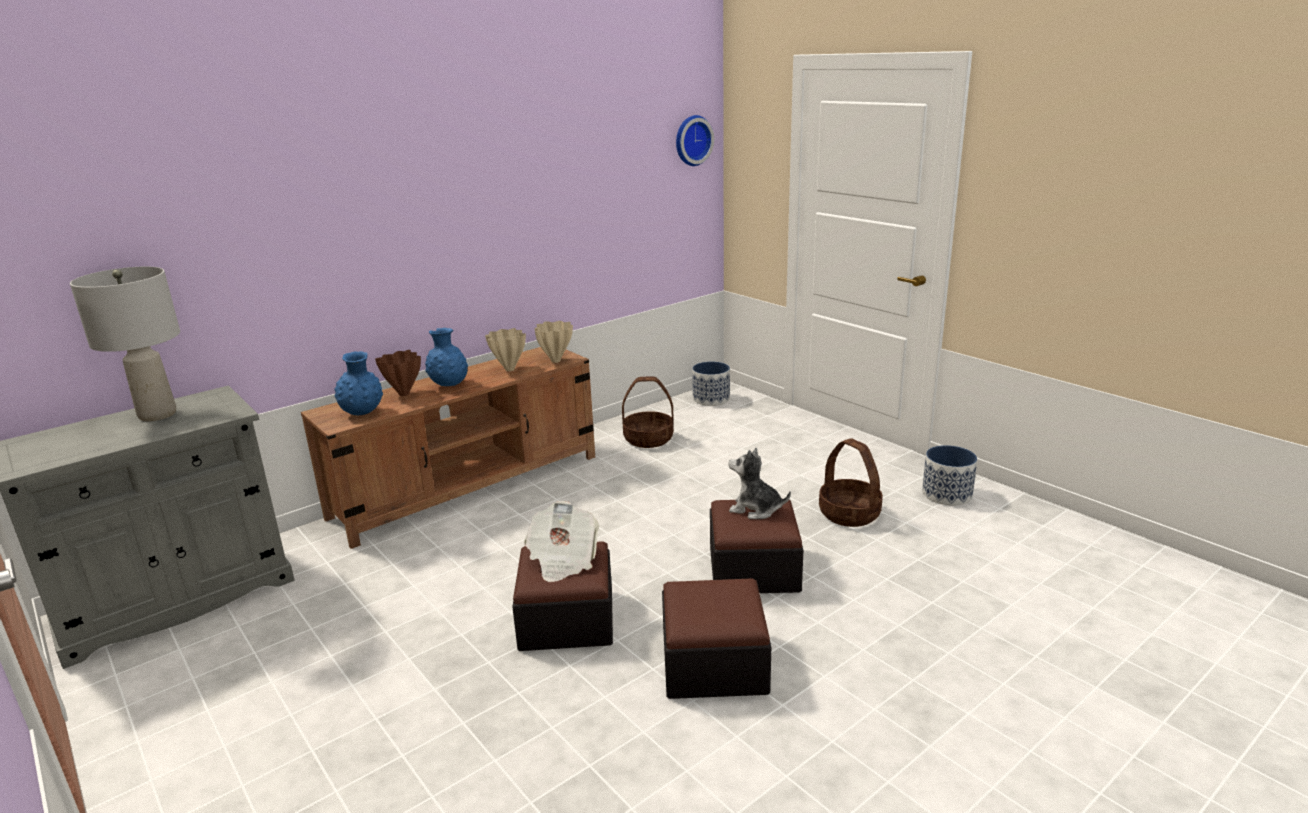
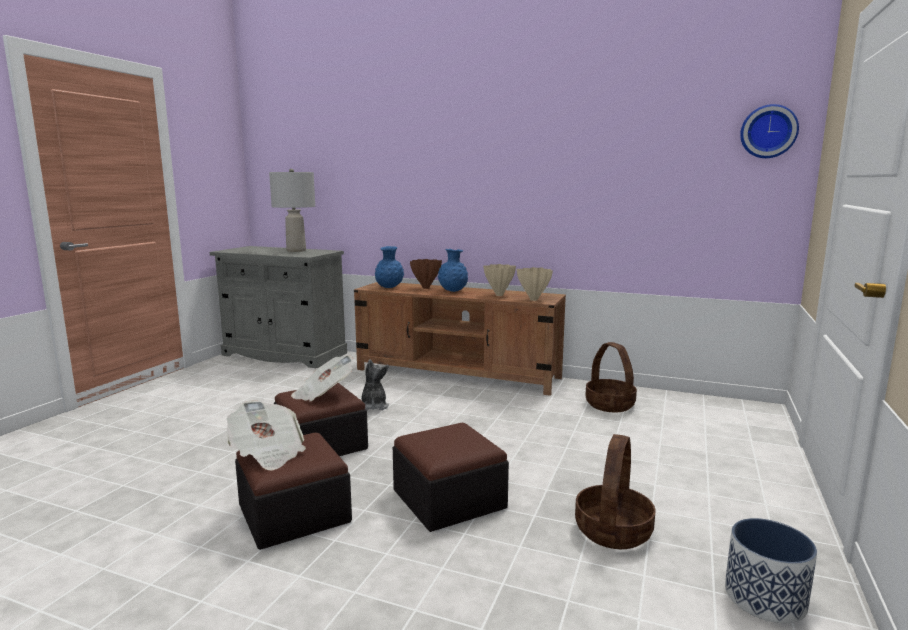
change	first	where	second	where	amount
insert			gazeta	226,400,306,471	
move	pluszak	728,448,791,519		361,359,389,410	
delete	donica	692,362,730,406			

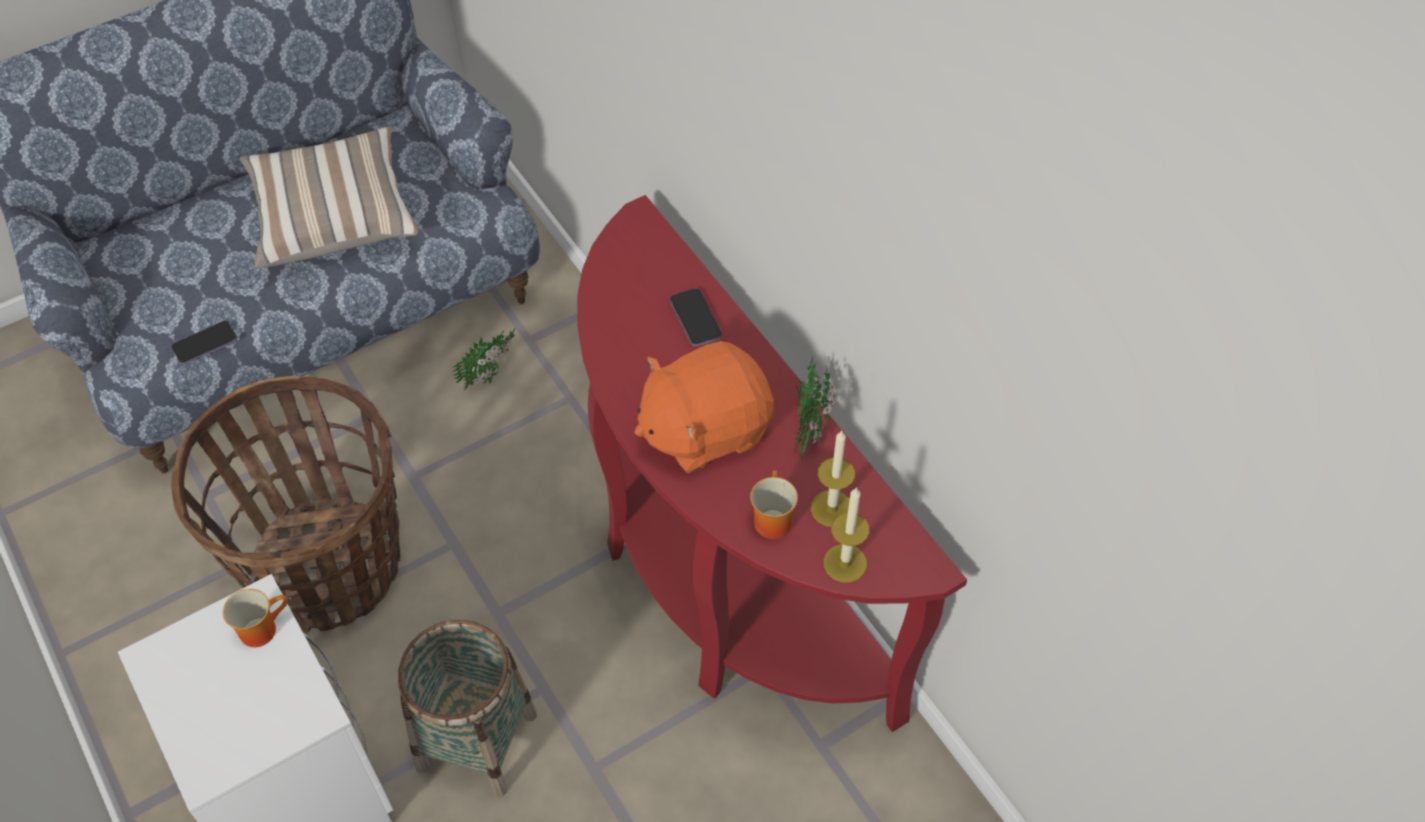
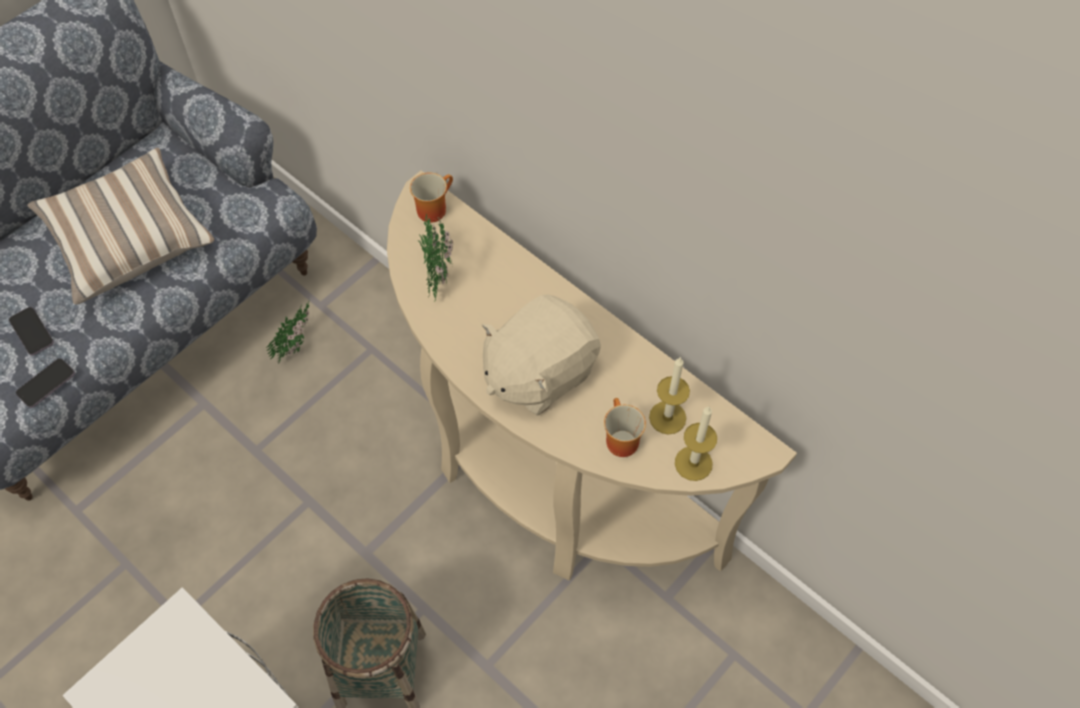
change	first	where	second	where	amount
move	telefon	670,288,722,347		9,307,54,356	
recolor	stolik konsolowy [czerwony]	577,195,967,732	stolik konsolowy [beżowy]	387,170,797,581	
move	kubek	223,589,288,647		410,173,453,223	
move	roślina doniczkowa	793,356,837,462		417,214,453,301	
recolor	pluszak [pomarańczowy]	635,341,774,473	pluszak [beżowy]	482,295,601,416	
delete	koszyk	171,376,400,634			

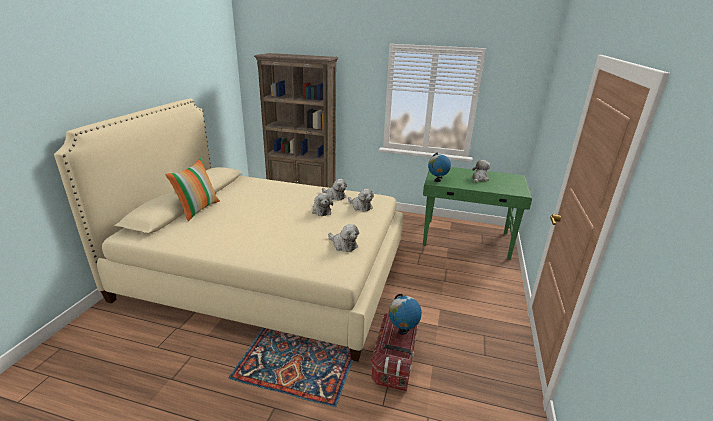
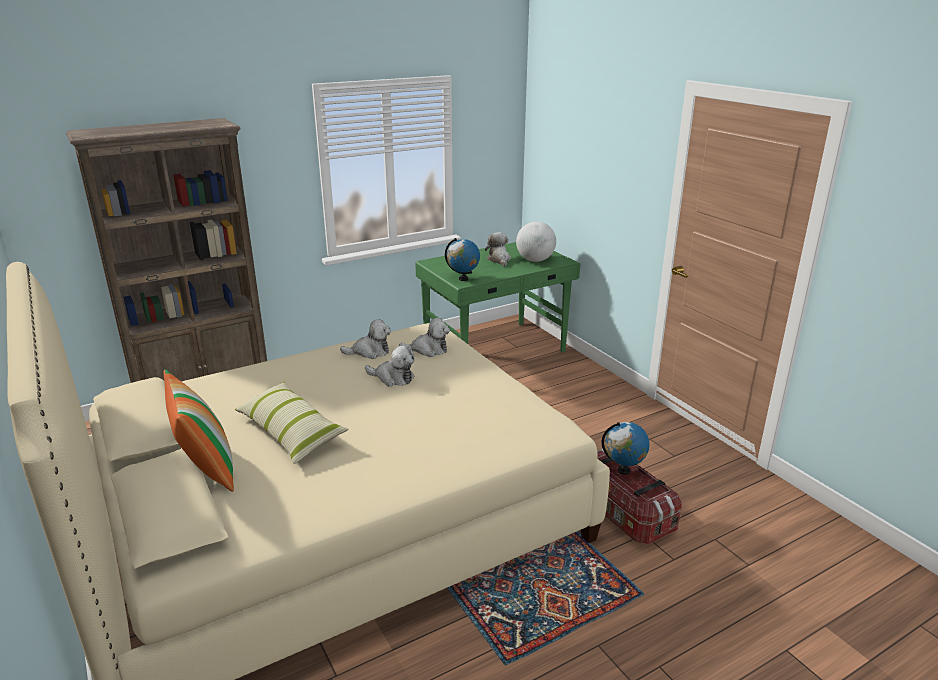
change	first	where	second	where	amount
insert			poduszka	235,381,349,464	
insert			globus	516,221,556,262	
delete	pluszak	328,224,359,252			

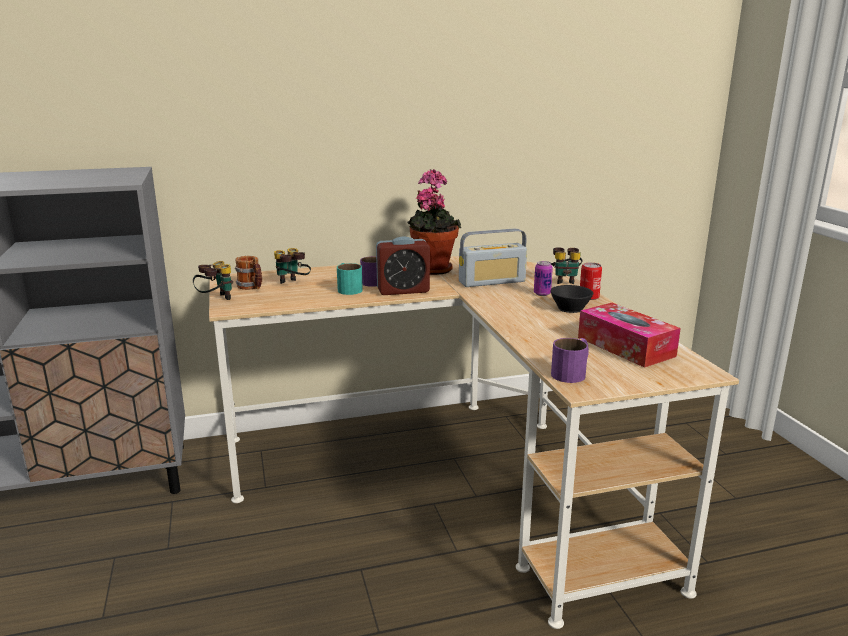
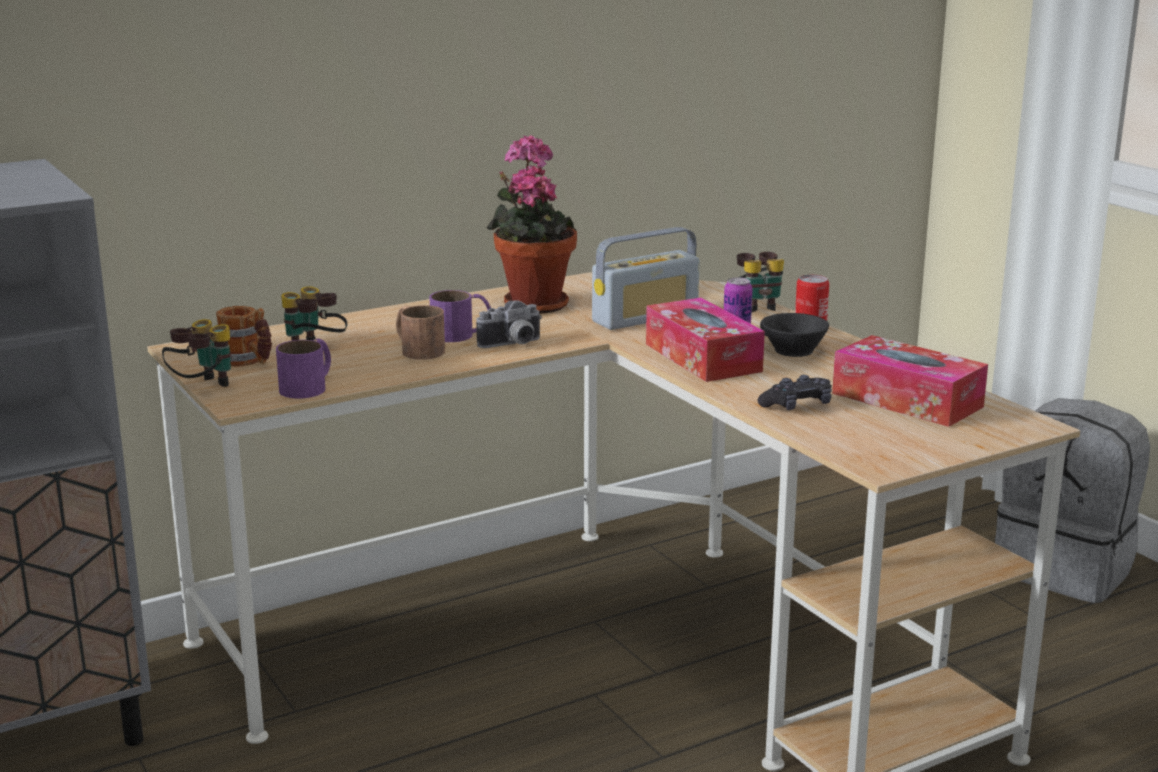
change	first	where	second	where	amount
move	kubek [fioletowy]	551,338,589,383		276,339,331,399	
recolor	kubek [turkusowy]	337,263,363,295	kubek [brązowy]	396,305,445,360	
replace	budzik	376,236,430,295	aparat fotograficzny	476,301,542,348	
insert			pudełko chusteczek	646,298,765,382	
insert			pad do gier [czarny]	758,375,832,410	
insert			plecak [szary]	995,398,1150,603	

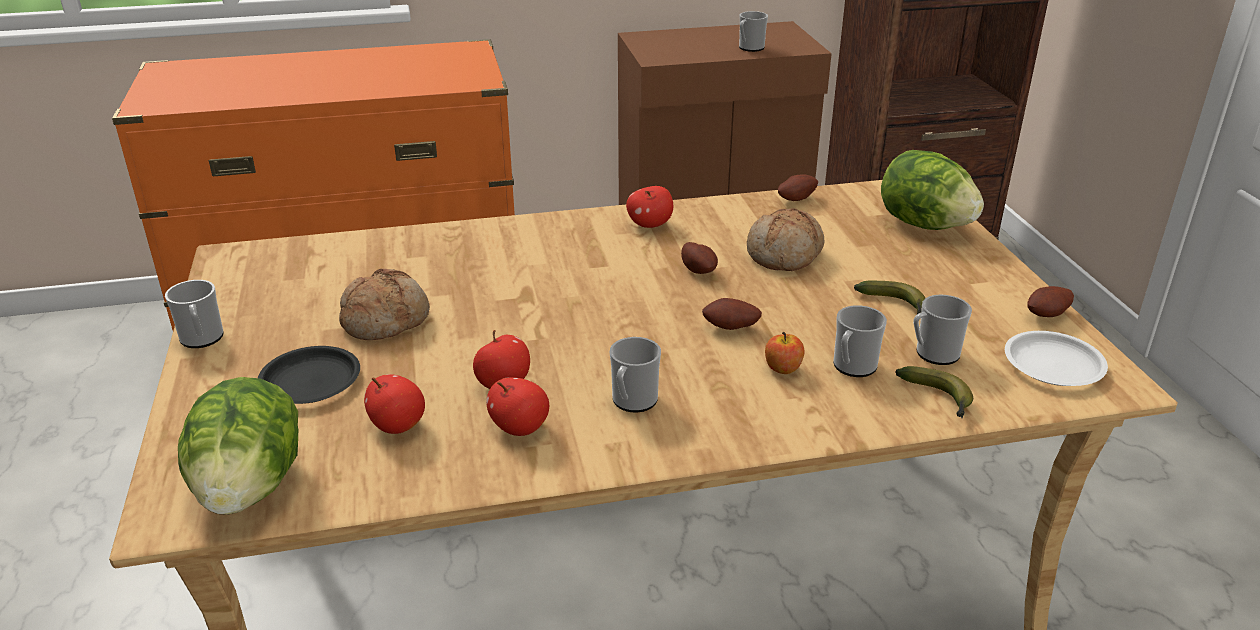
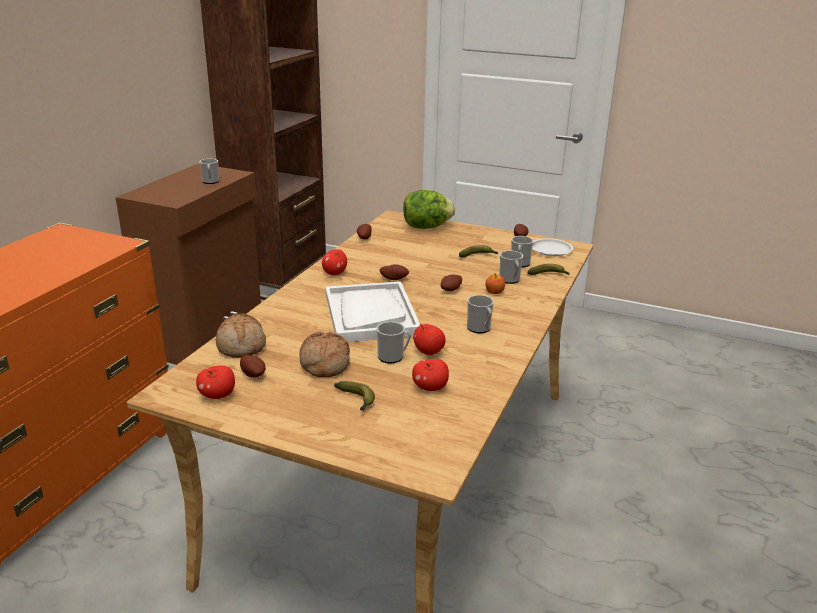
change	first	where	second	where	amount
move	jabłko	486,377,549,436		196,365,235,399	
move	chleb	747,208,824,271		216,313,266,358	
insert			ziemniak	240,355,266,377	
insert			taca [biały]	326,281,420,342	
replace	talerz [czarny]	258,346,360,404	banan	334,381,375,411	
move	kubek	165,280,224,348		376,322,411,363	
delete	sałata	178,377,298,515			

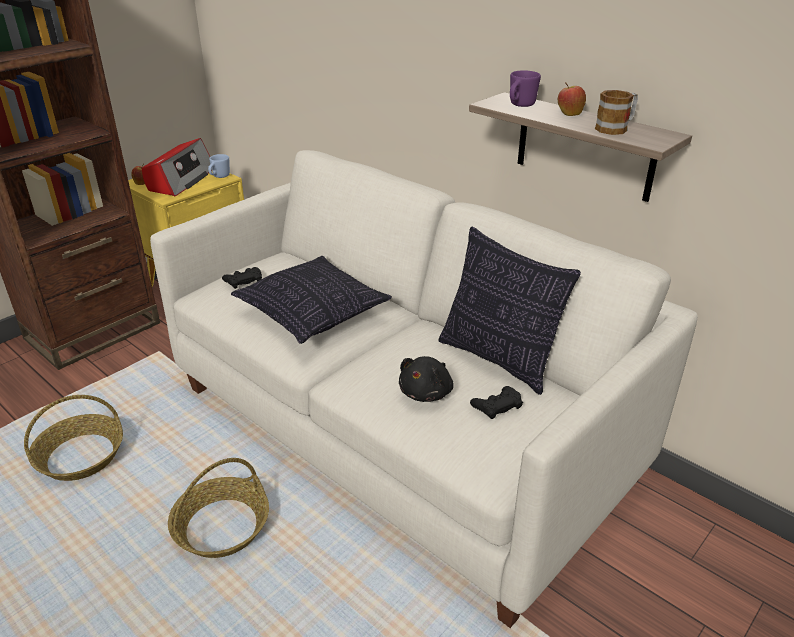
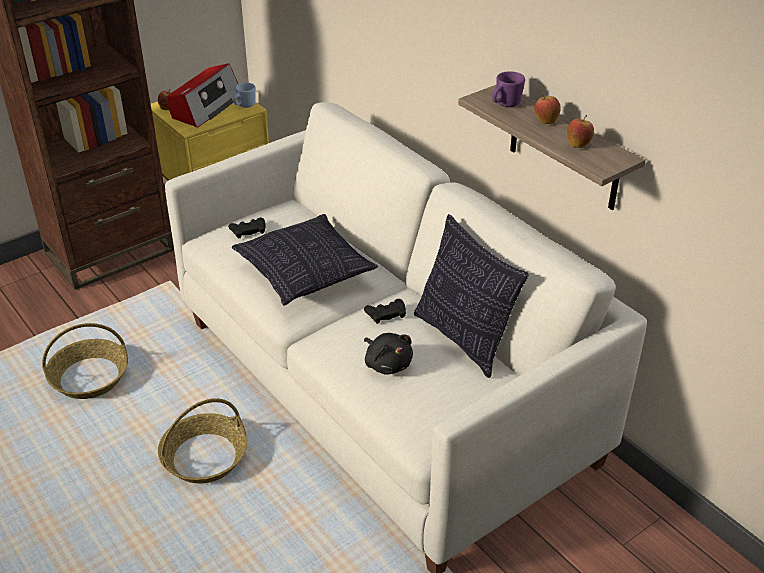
change	first	where	second	where	amount
move	pad do gier [czarny]	470,386,523,419		364,299,406,324	
rotate	pluszak [czarny]	399,356,454,402		364,333,413,375	75 degrees counterclockwise
replace	kubek	595,90,638,135	jabłko	567,115,594,148	

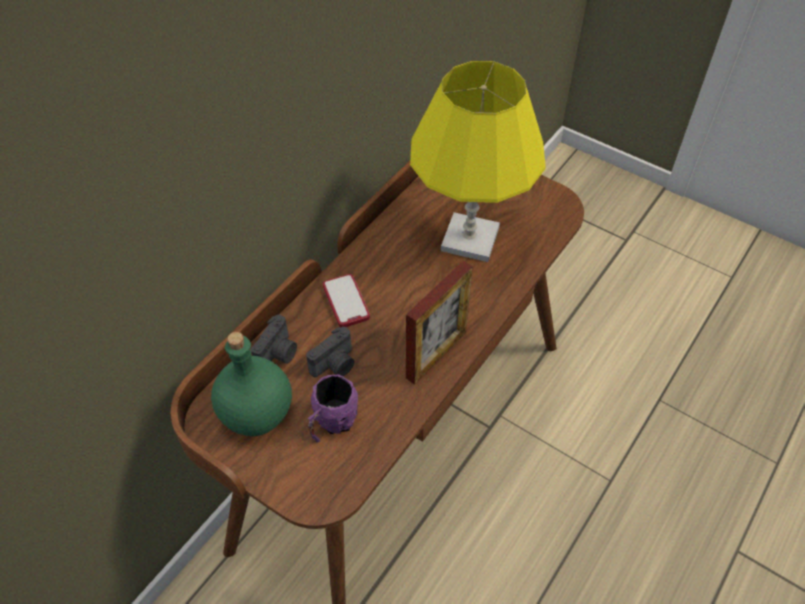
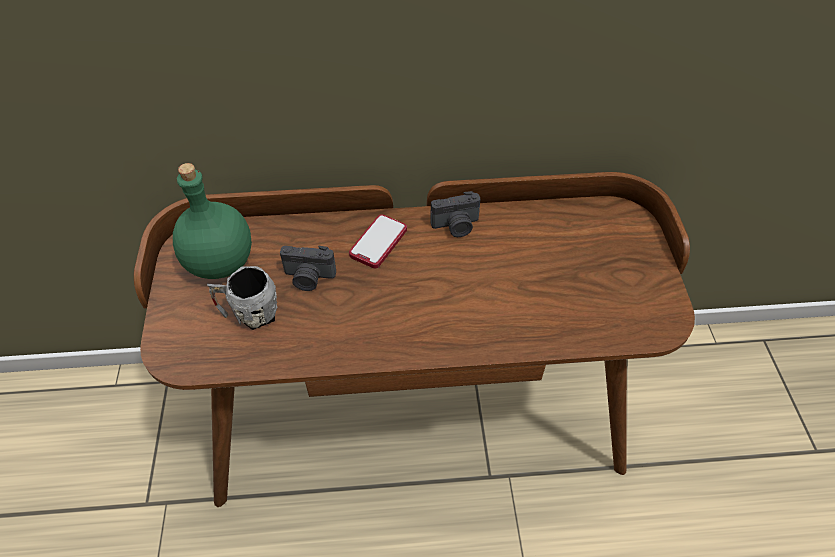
change	first	where	second	where	amount
recolor	kubek [fioletowy]	307,374,358,442	kubek [szary]	207,266,277,330	
move	aparat fotograficzny	251,315,297,364		430,191,481,237	
delete	ramka na zdjęcie	406,261,473,385			
delete	lampa stołowa [żółty]	410,61,546,262			

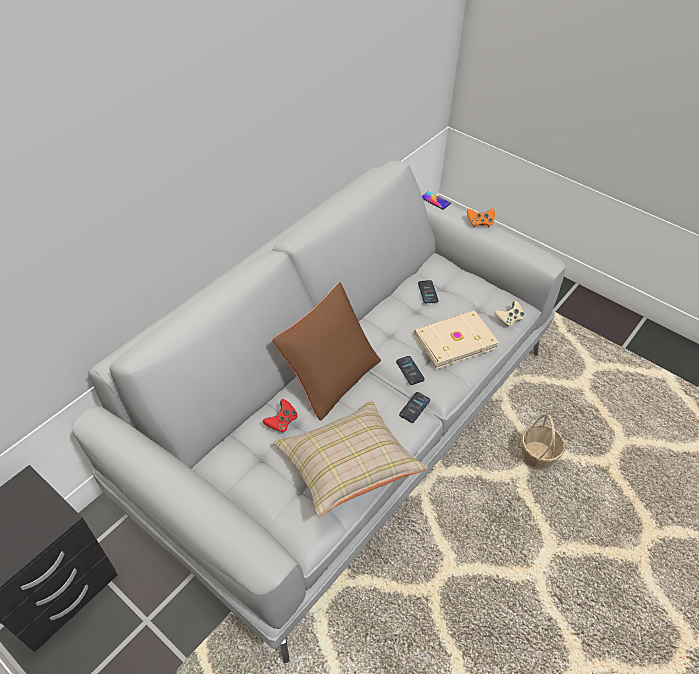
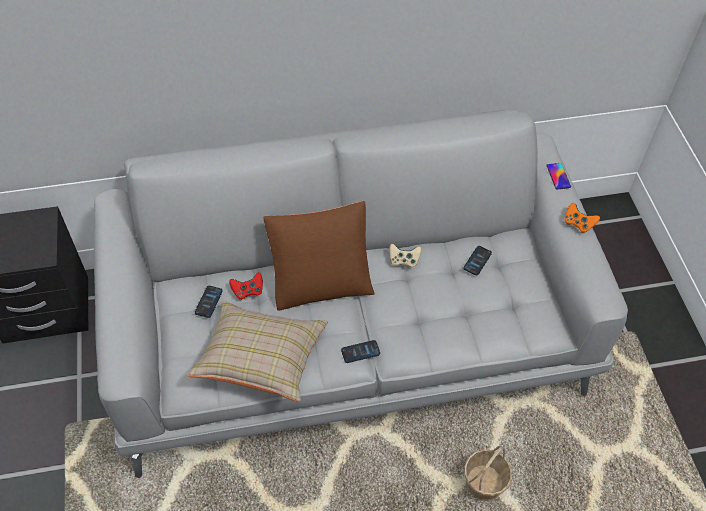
change	first	where	second	where	amount
move	telefon	396,356,425,385		195,286,223,318	
move	pad do gier [beżowy]	494,301,524,327		389,244,421,268	
delete	książka [beżowy]	414,310,499,369			

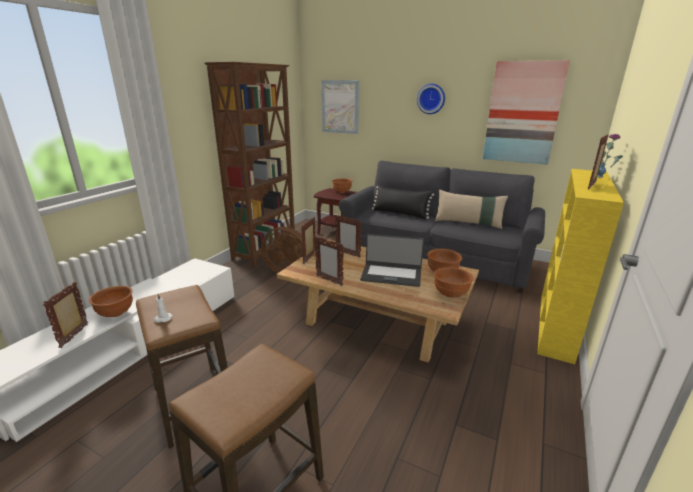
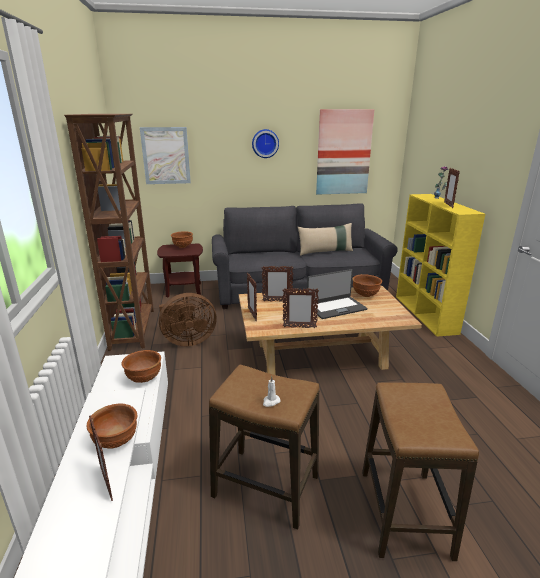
change	first	where	second	where	amount
move	miska [brązowy]	434,267,473,298		121,350,161,383	
delete	poduszka [czarny]	372,185,434,219			

